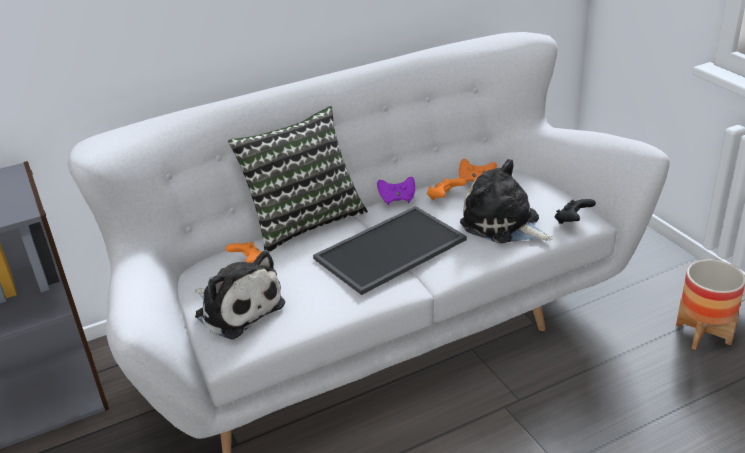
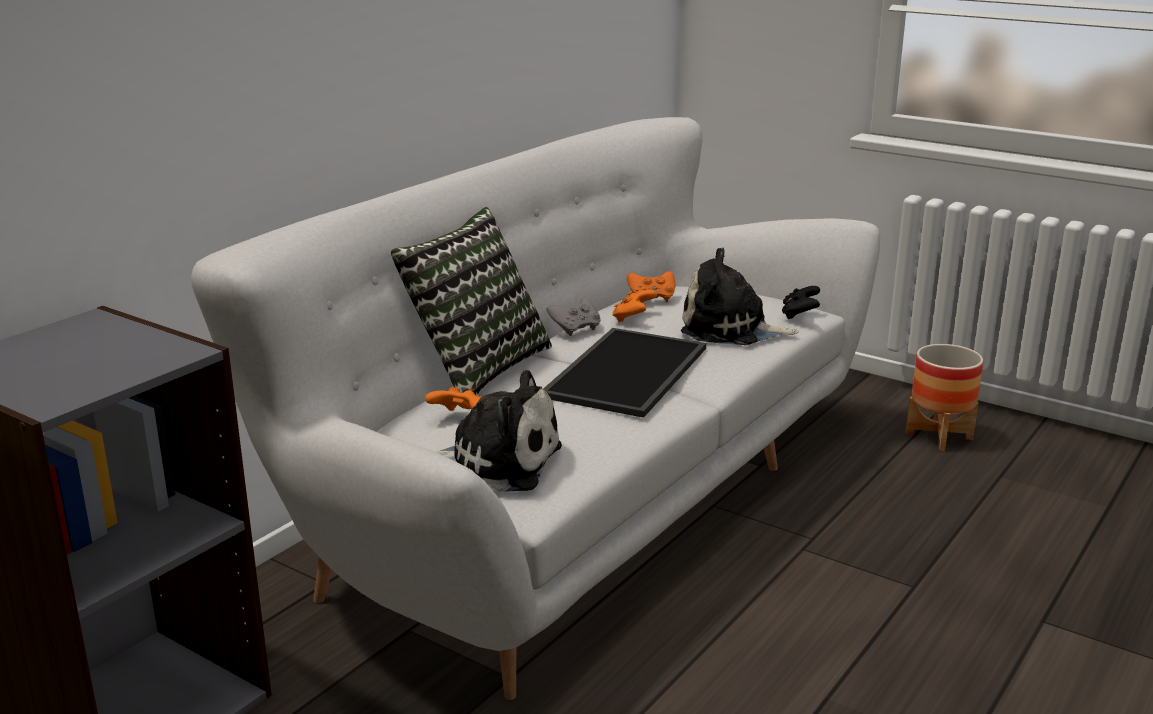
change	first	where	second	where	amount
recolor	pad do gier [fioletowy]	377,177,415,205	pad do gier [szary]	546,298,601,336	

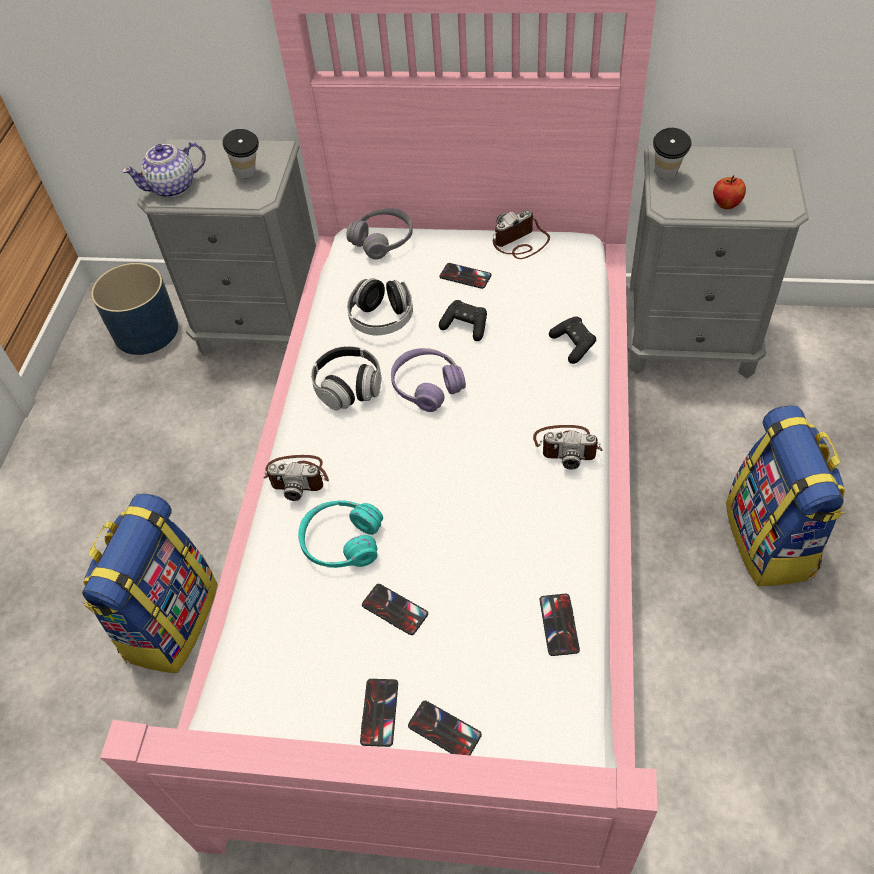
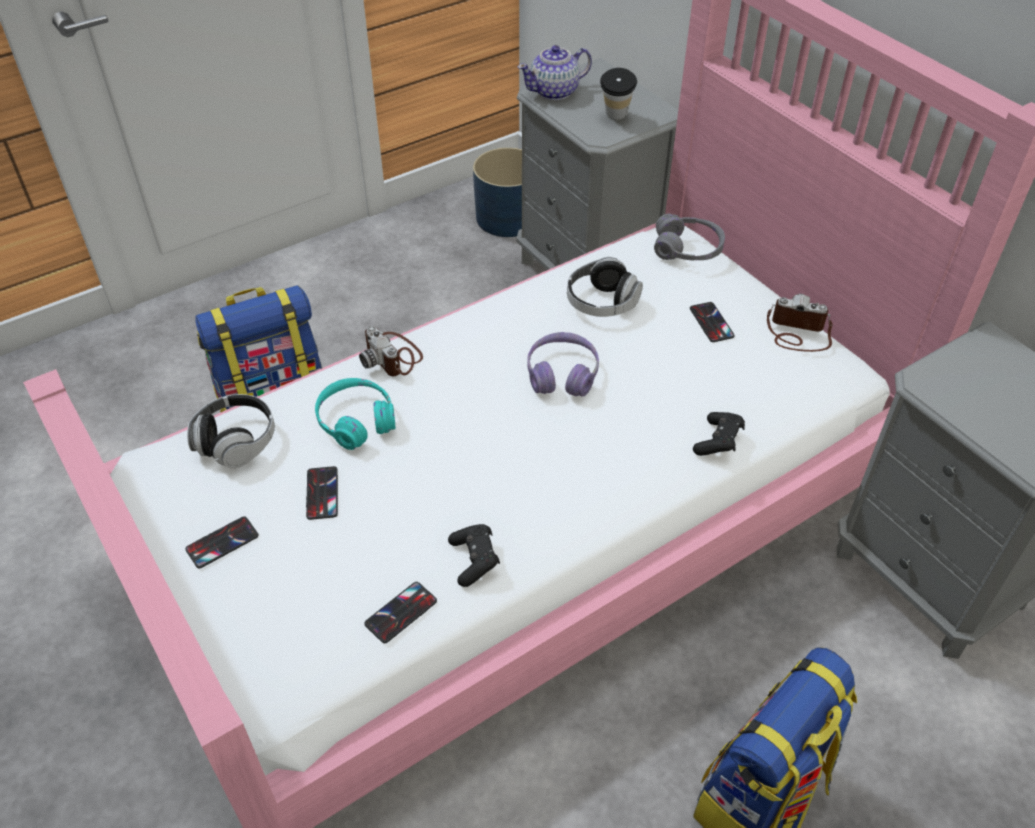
change	first	where	second	where	amount
move	słuchawki	311,346,381,411		187,394,275,469	
move	pad do gier [czarny]	439,300,487,341		448,524,500,587	
rotate	imbryk	122,142,206,198		517,45,592,100	45 degrees counterclockwise
delete	telefon	408,701,482,755			
delete	aparat fotograficzny	533,425,603,470			
delete	filiżanka	653,128,692,179			
delete	jabłko	713,175,746,209			

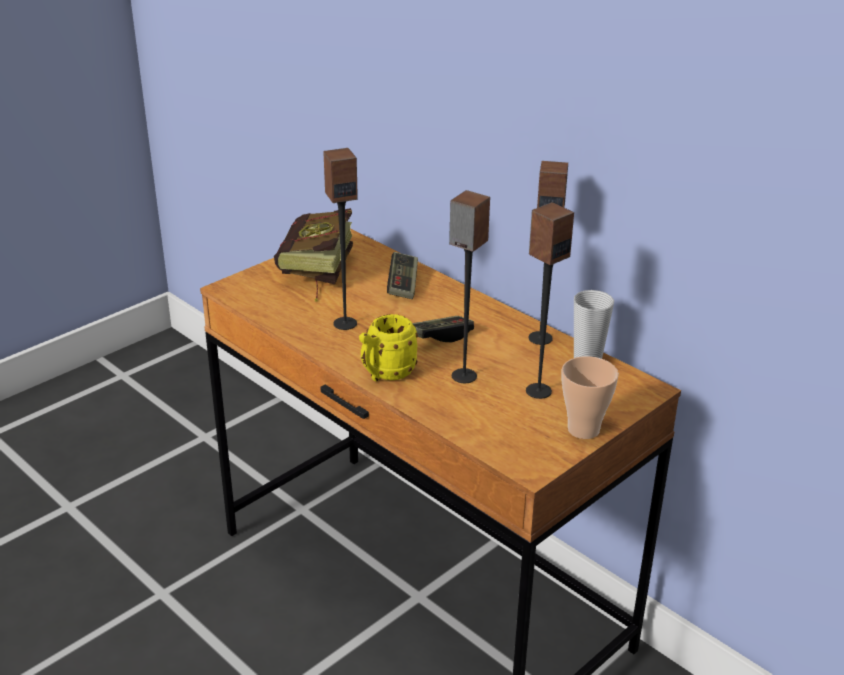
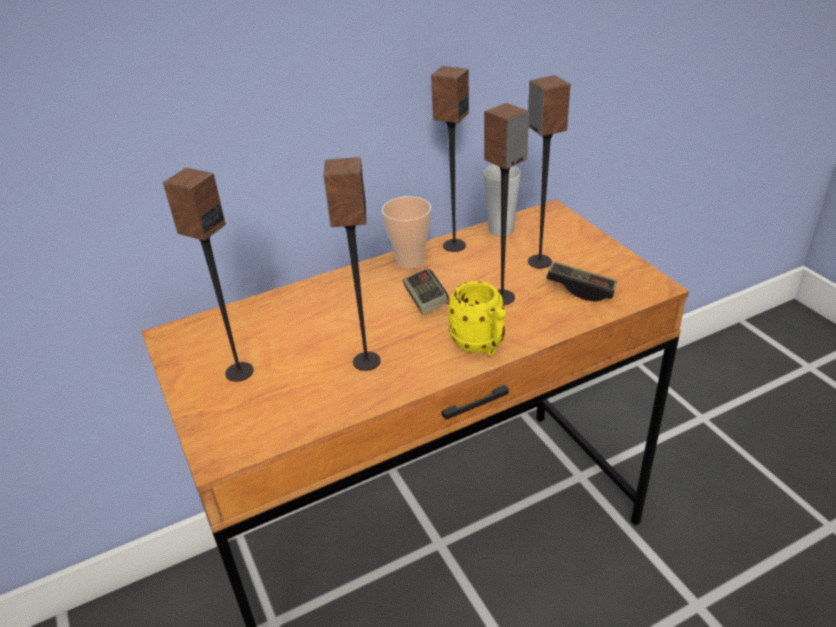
change	first	where	second	where	amount
replace	książka	274,208,353,302	głośnik	163,168,254,382	
move	filiżanka	562,356,619,439		382,196,431,269	
move	pad do gier	387,252,418,299		546,261,617,302	

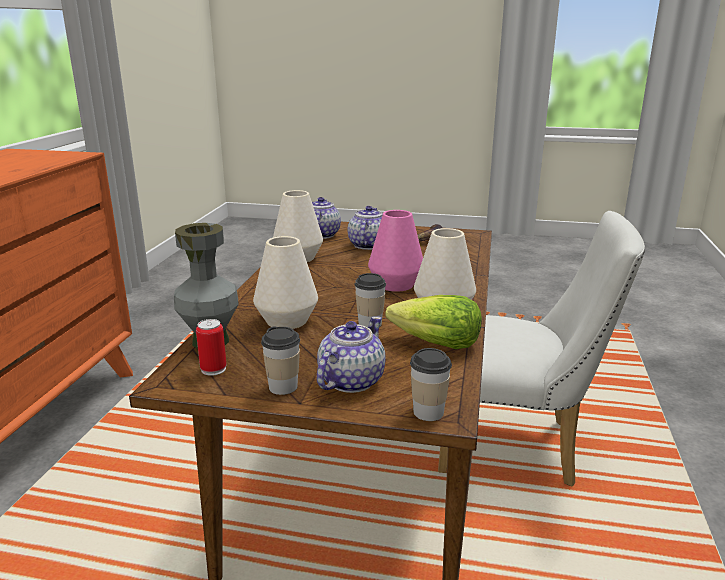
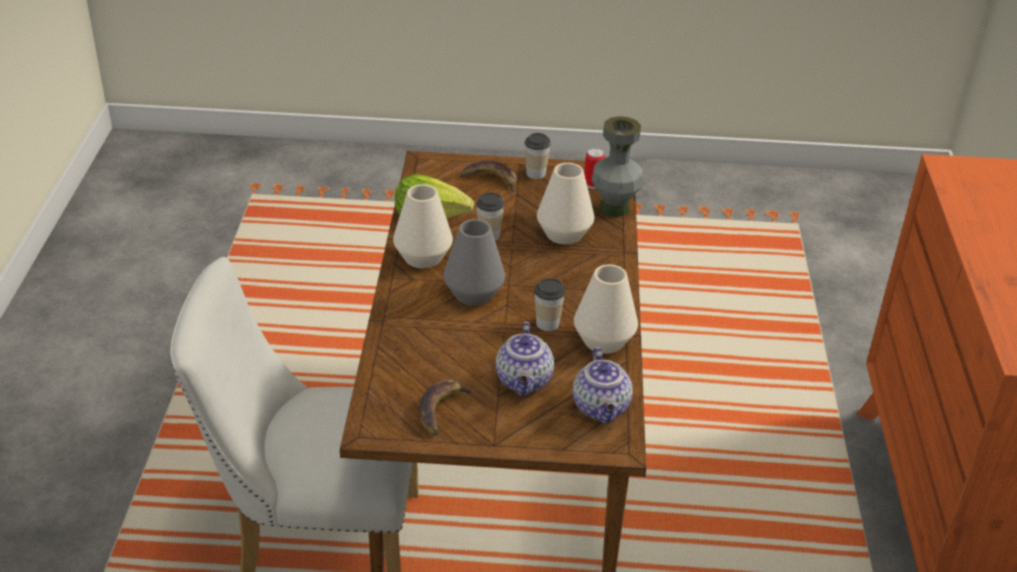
change	first	where	second	where	amount
recolor	wazon [różowy]	368,210,423,292	wazon [szary]	443,219,505,306	
replace	imbryk	317,316,386,393	banan	460,161,517,195	
move	filiżanka	410,348,452,421		534,278,565,331	

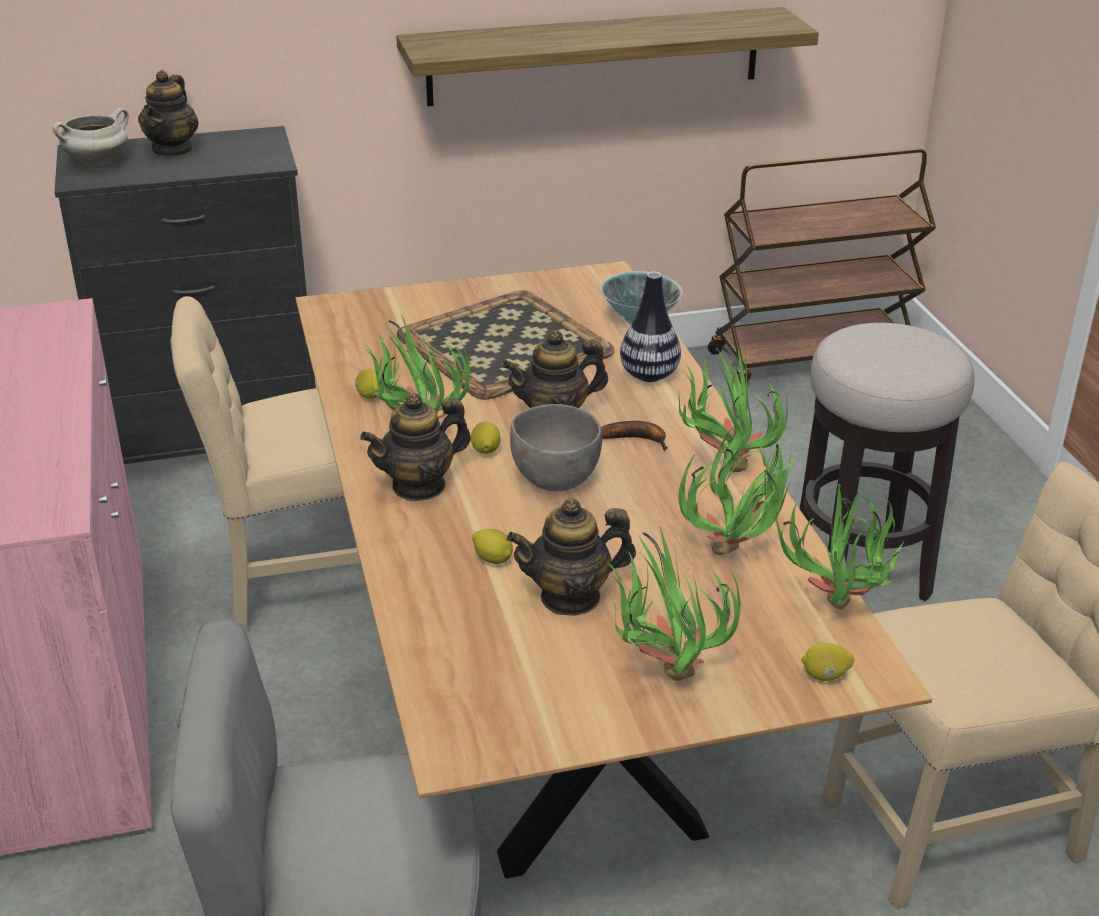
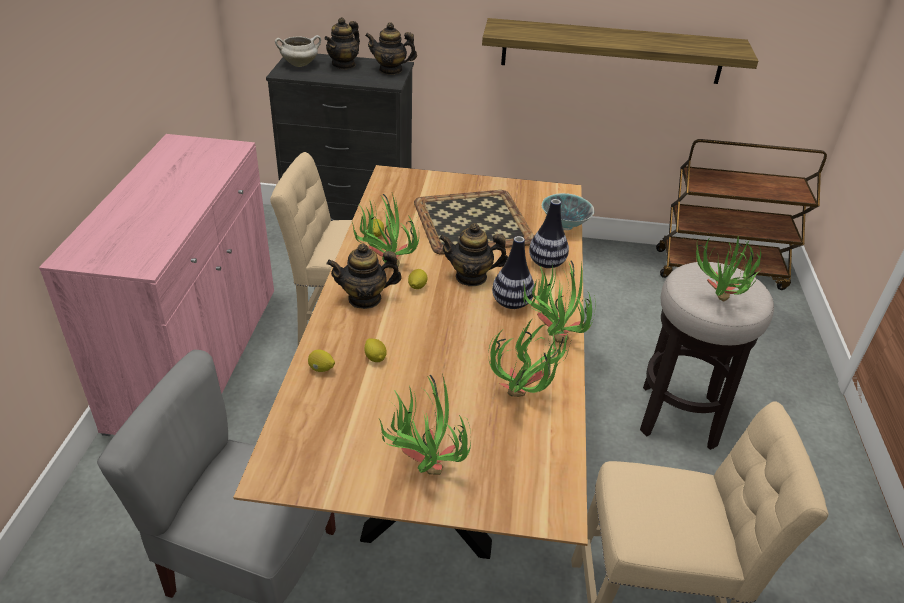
change	first	where	second	where	amount
move	cytryna	801,643,854,681		308,350,335,372	
move	imbryk	507,498,636,616		365,22,417,75	
replace	banan	601,421,667,451	wazon	492,236,534,309	
move	roślina doniczkowa	776,484,912,609		696,235,762,301	
delete	miska [szary]	510,404,602,491			

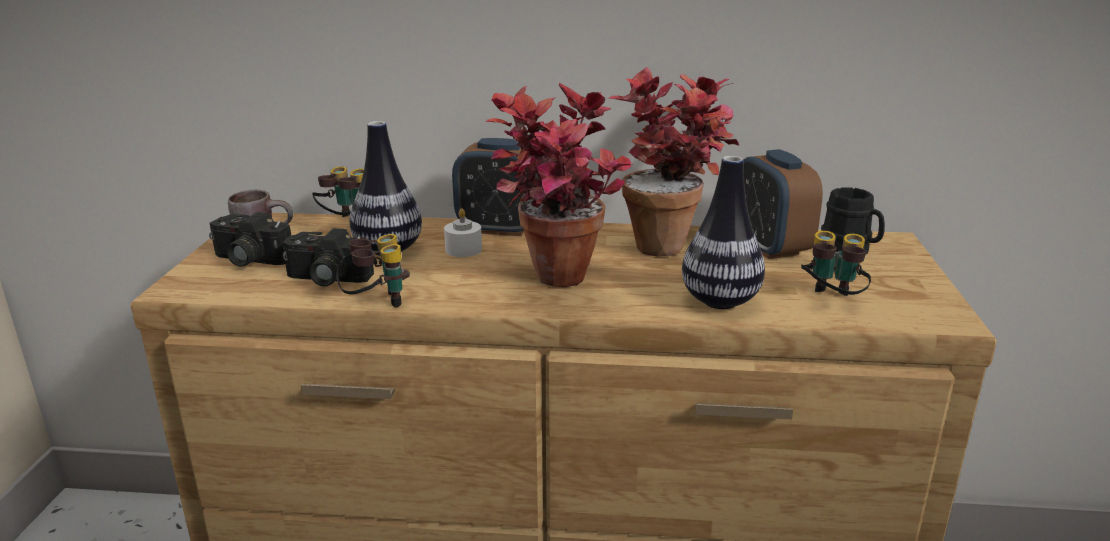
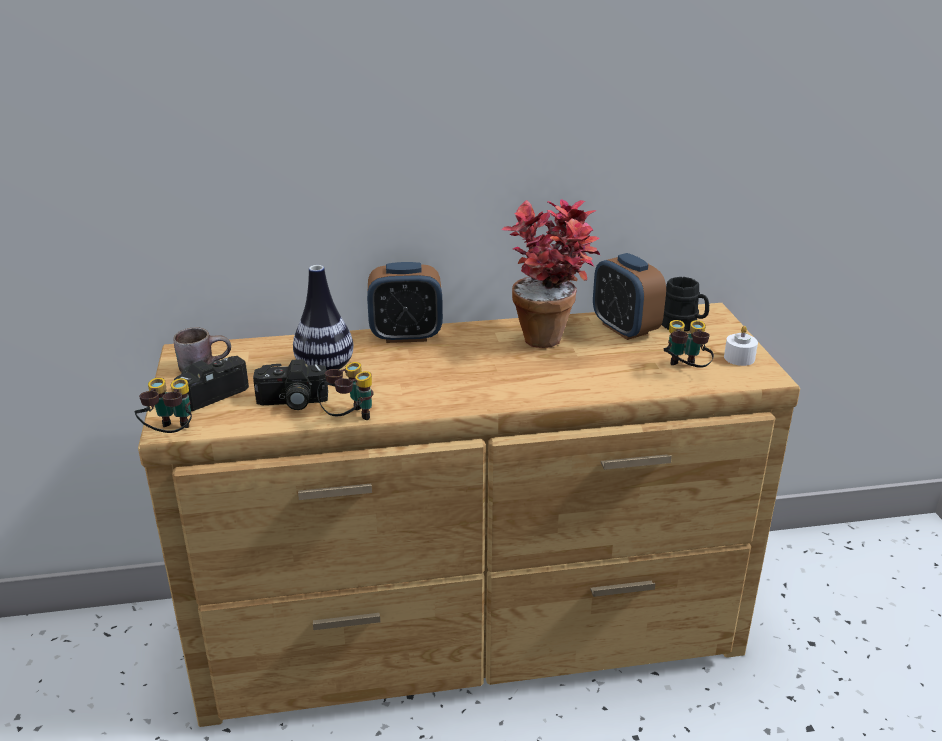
change	first	where	second	where	amount
move	lornetka	312,166,364,217		135,378,192,433	
rotate	aparat fotograficzny	209,212,291,267		174,356,249,411	135 degrees clockwise
move	świeca [biały]	444,209,482,257		724,326,758,366	
delete	roślina doniczkowa	486,83,634,287			
delete	wazon	682,156,765,309			

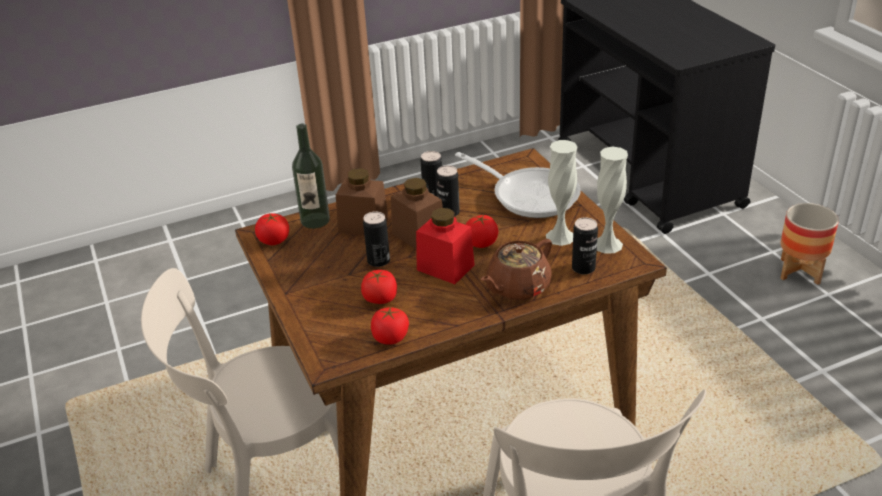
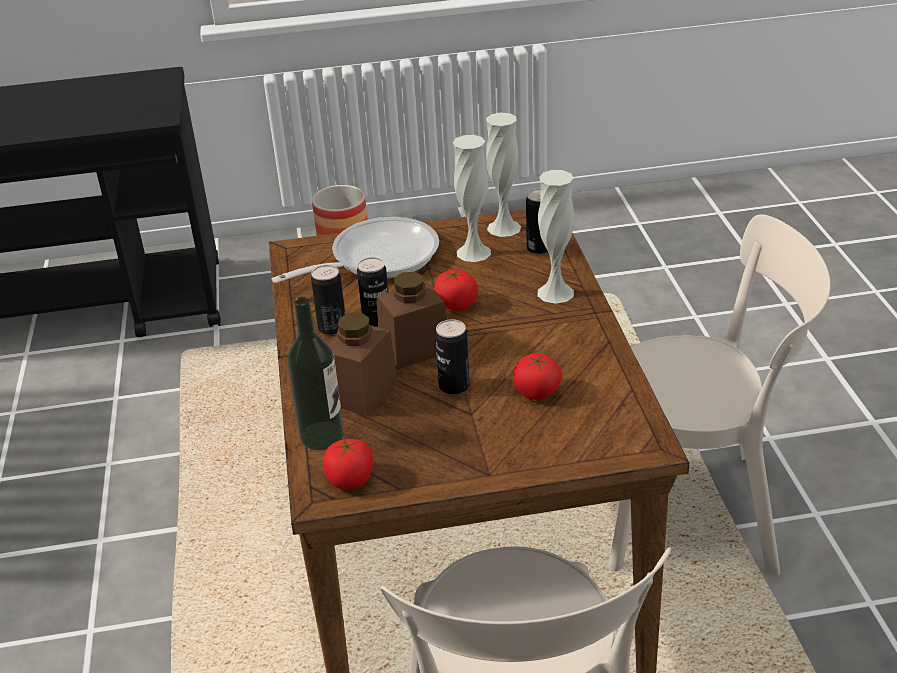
change	first	where	second	where	amount
replace	imbryk [brązowy]	481,239,552,300	wazon [biały]	537,170,574,304	
delete	pomidor	371,306,409,345			
delete	słoik [czerwony]	416,208,475,284			

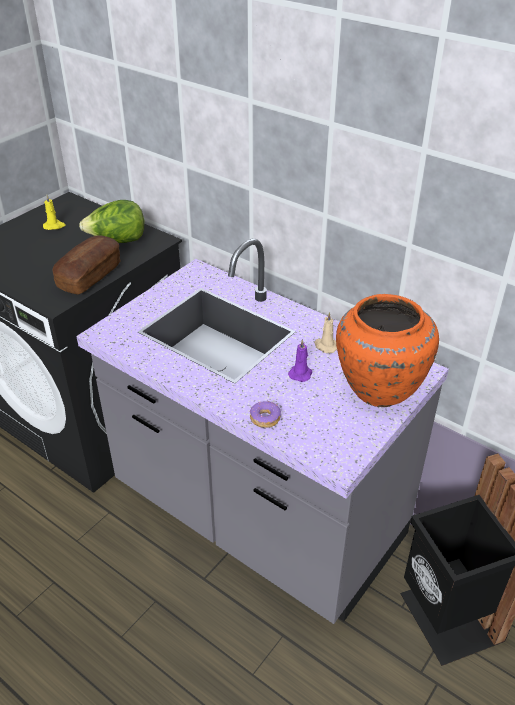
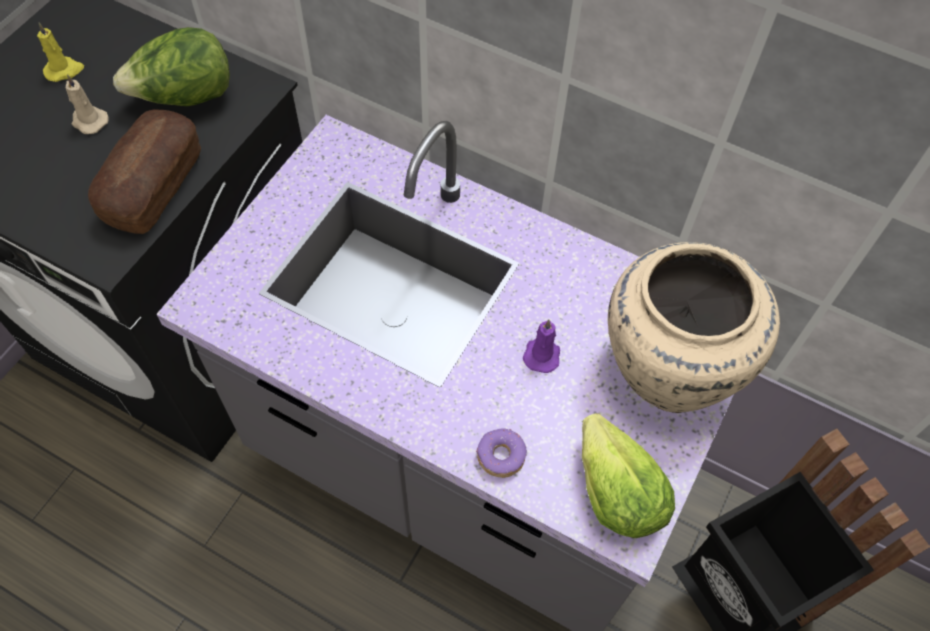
change	first	where	second	where	amount
move	świeca [beżowy]	315,312,337,353		66,74,109,134	
insert			sałata	582,413,675,538	
recolor	wazon [pomarańczowy]	336,294,439,407	wazon [beżowy]	608,242,780,413	

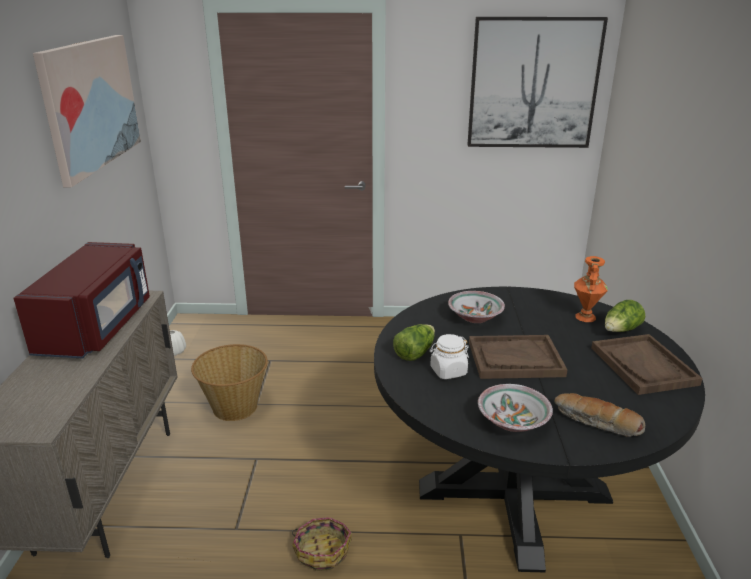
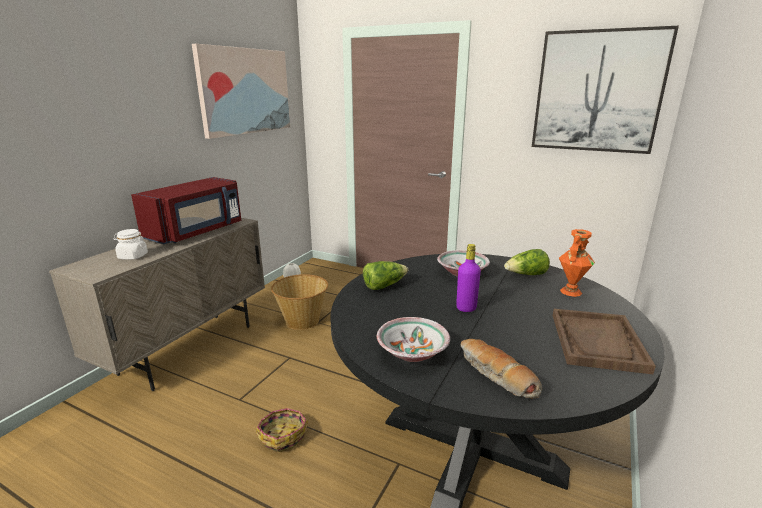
change	first	where	second	where	amount
move	słoik [biały]	430,334,469,379		113,229,148,260	
replace	taca [brązowy]	469,335,567,379	butelka [fioletowy]	456,244,481,312	
move	sałata	605,300,646,332		504,249,550,275	

